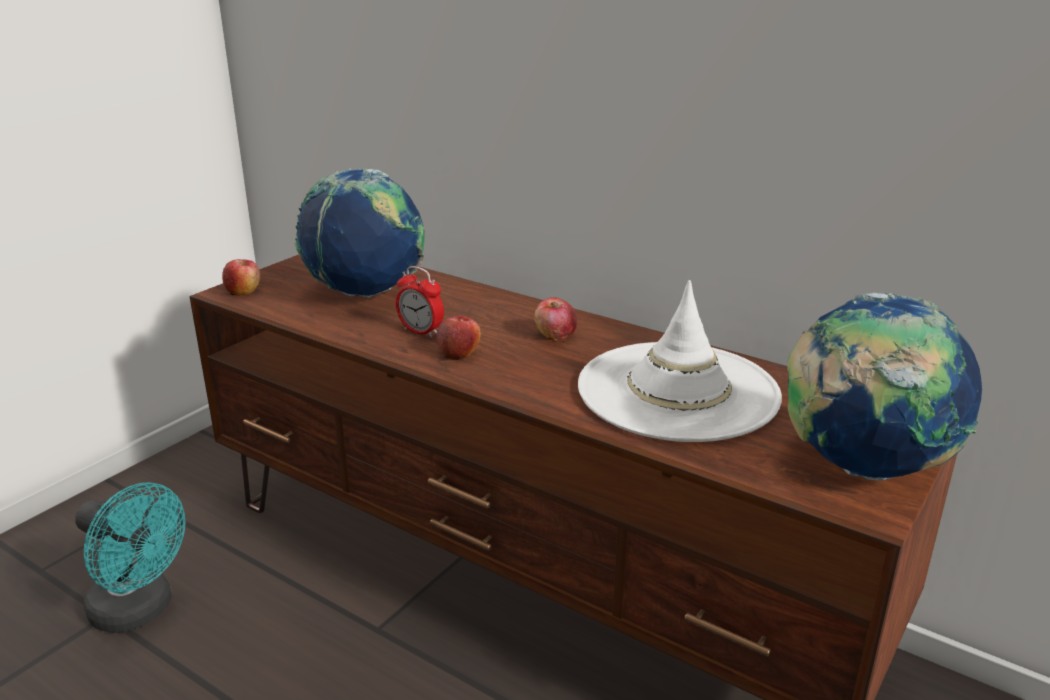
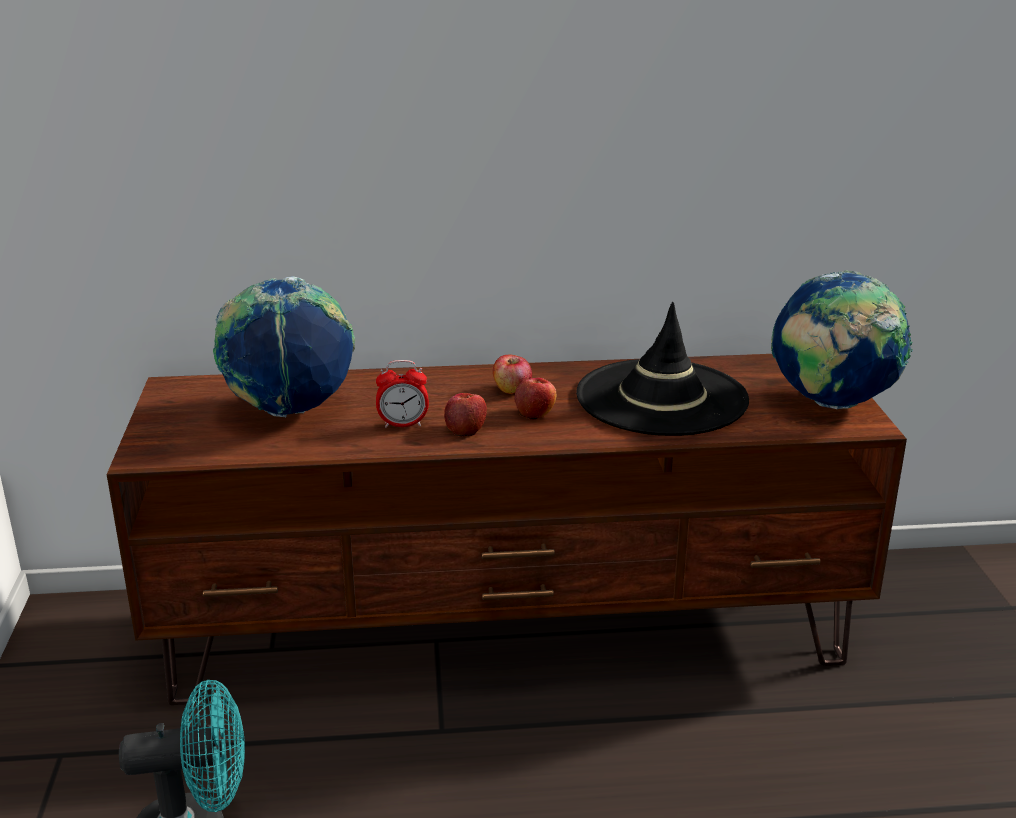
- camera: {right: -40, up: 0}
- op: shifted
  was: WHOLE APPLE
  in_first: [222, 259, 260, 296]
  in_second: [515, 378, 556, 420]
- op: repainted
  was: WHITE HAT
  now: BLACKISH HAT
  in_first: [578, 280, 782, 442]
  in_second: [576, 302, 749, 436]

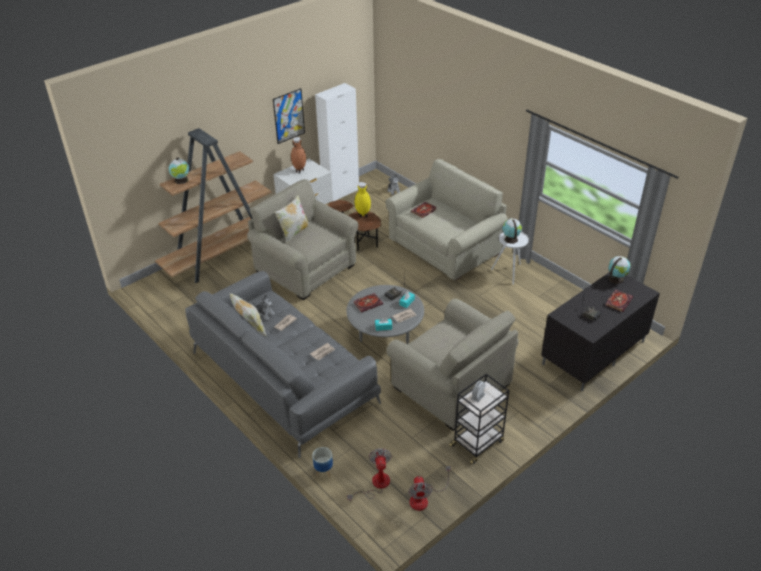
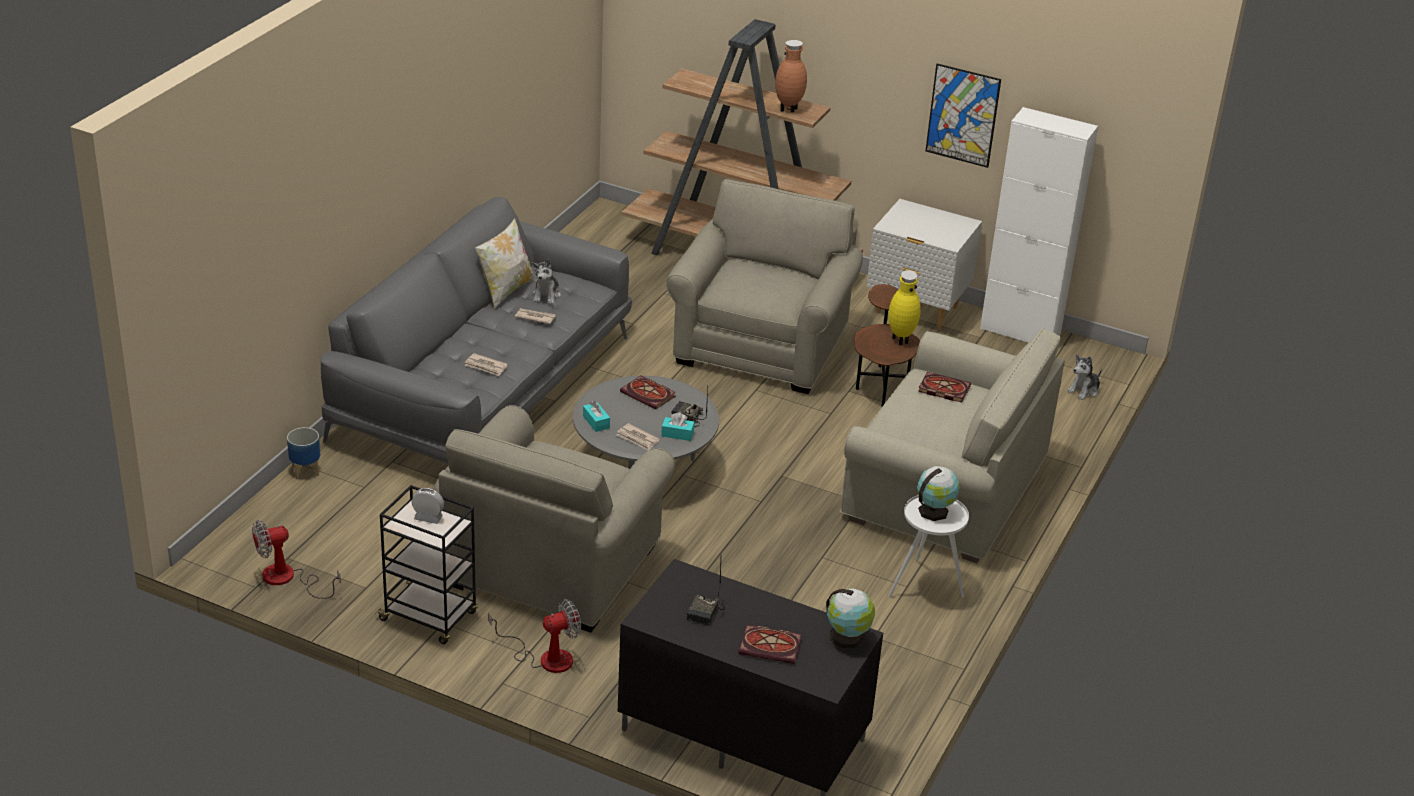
- camera: {right: 65, up: -5}
- op: shifted
  was: BROWN-COLOURED FLOWER VASE
  in_first: [291, 137, 306, 174]
  in_second: [775, 40, 807, 112]
- op: gone
  was: DESK GLOBE
  in_first: [169, 157, 189, 184]
- op: gone
  was: THROW PILLOW
  in_first: [275, 195, 310, 243]
- op: shifted
  was: COOLING FAN
  in_first: [347, 448, 392, 501]
  in_second: [488, 599, 581, 673]

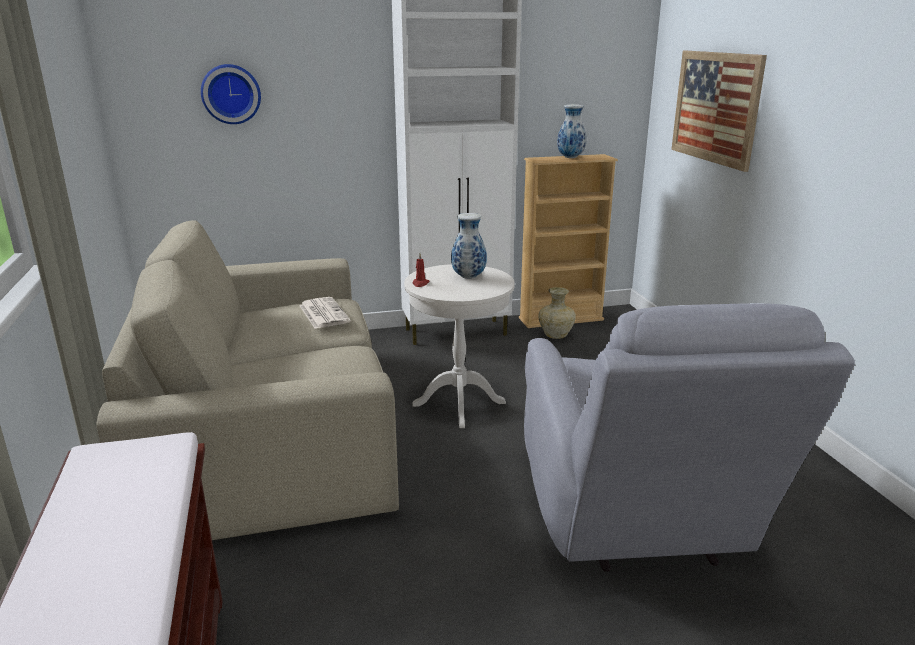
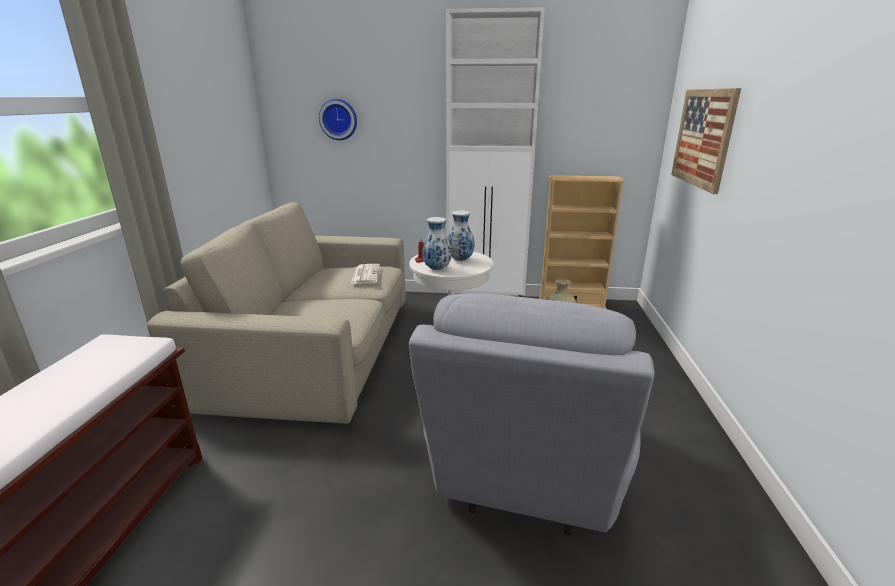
- camera: {right: 20, up: 0}
- op: shifted
  was: FLOWER VASE
  in_first: [557, 104, 586, 158]
  in_second: [422, 217, 452, 270]

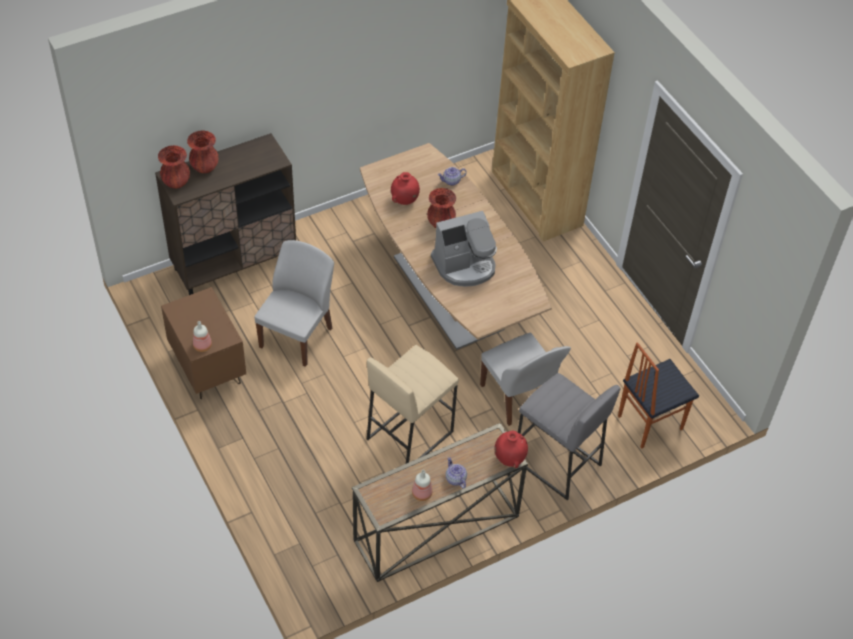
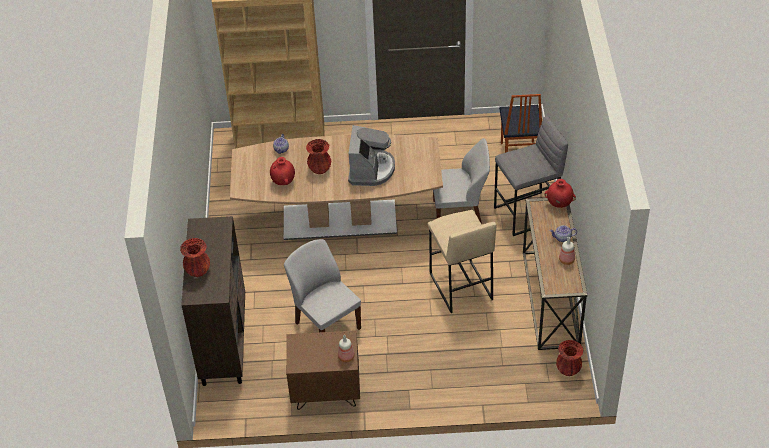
- camera: {right: -60, up: -5}
- op: shifted
  was: RED FLOWER VASE
  in_first: [158, 145, 190, 189]
  in_second: [556, 340, 584, 376]

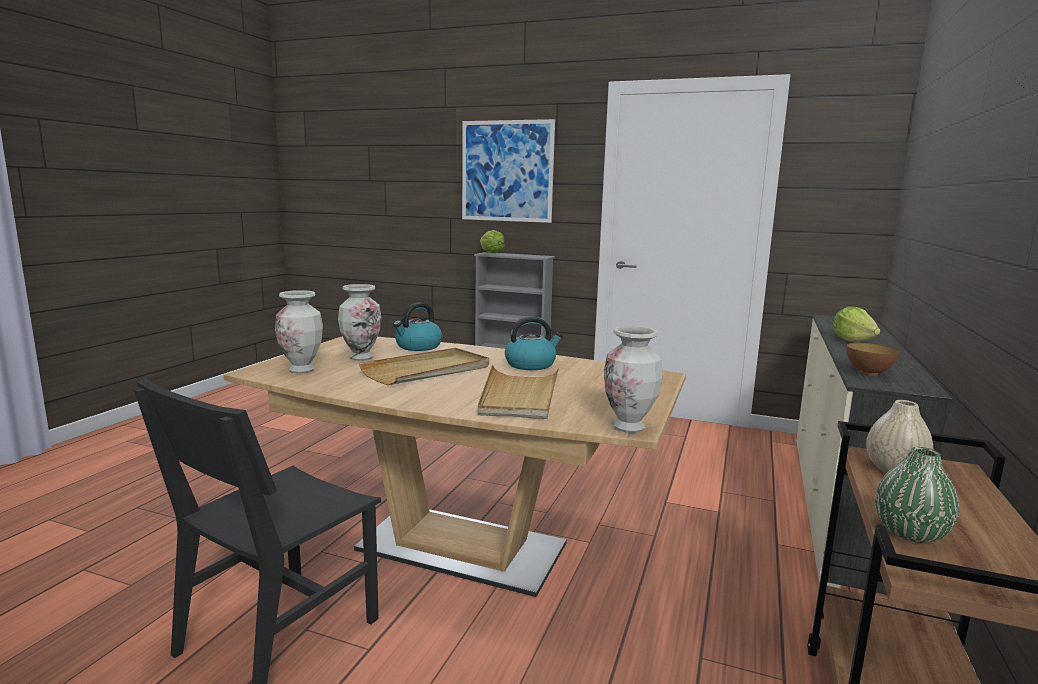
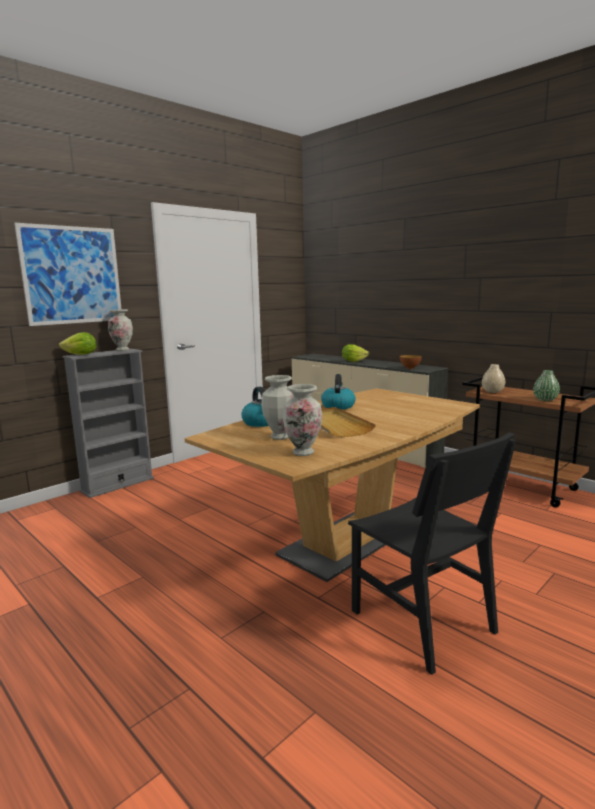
- camera: {right: -65, up: 0}
- op: shifted
  was: FLOWER VASE
  in_first: [604, 326, 663, 433]
  in_second: [108, 309, 133, 351]
- op: gone
  was: SAND-COLOURED CARRYING TRAY
  in_first: [478, 365, 559, 419]

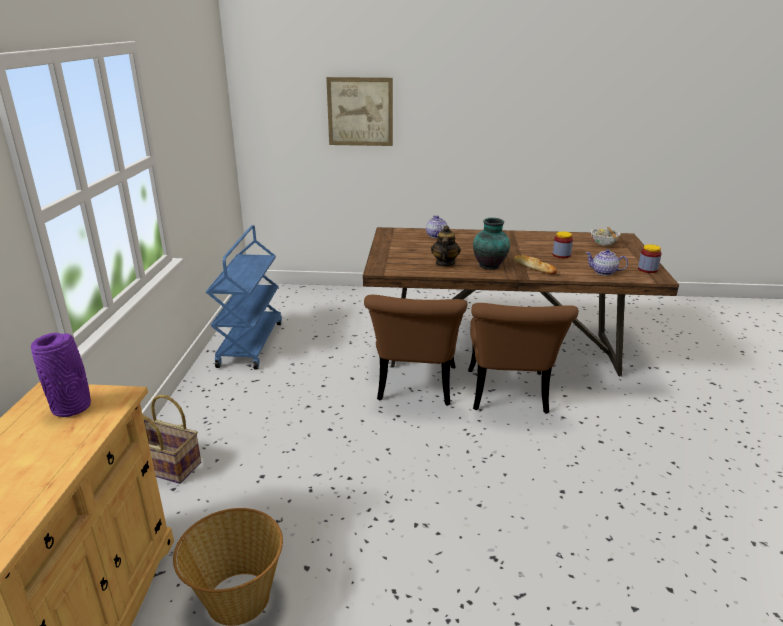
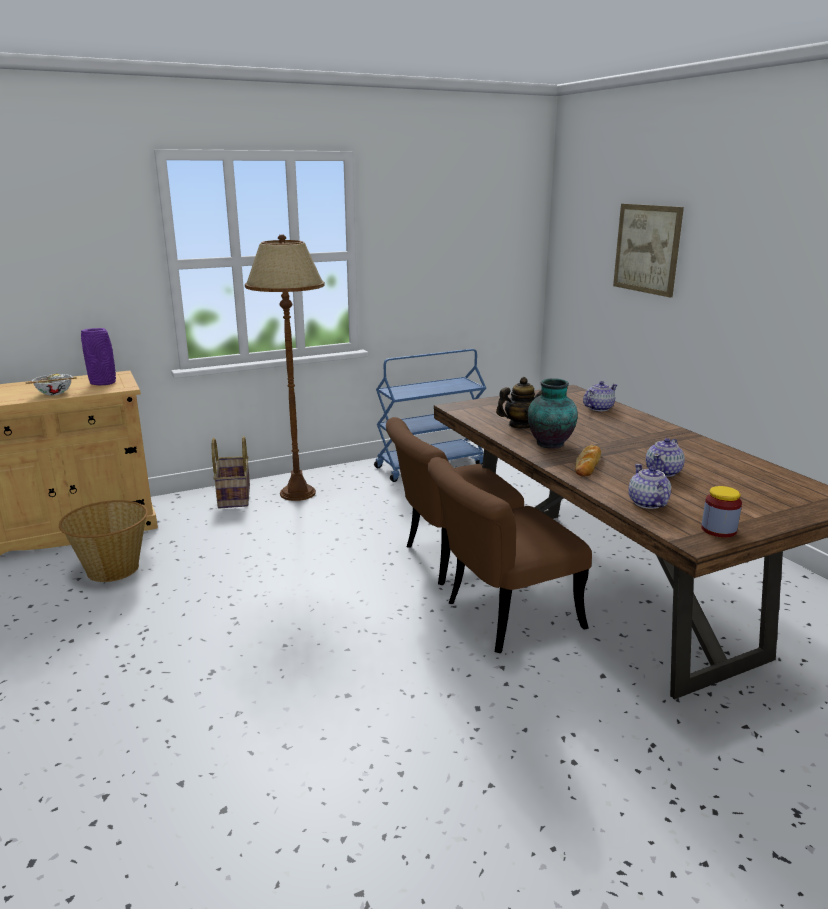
- camera: {right: 60, up: -5}
- op: shifted
  was: SERVING BOWL
  in_first: [590, 227, 621, 246]
  in_second: [26, 373, 77, 396]
- op: swapped
  was: PRESERVE JAR
  now: POT FOR TEA
  in_first: [553, 231, 573, 259]
  in_second: [646, 438, 685, 477]
- op: new
  now: BROWN-COLOURED STANDARD LAMP
  in_second: [245, 234, 325, 501]

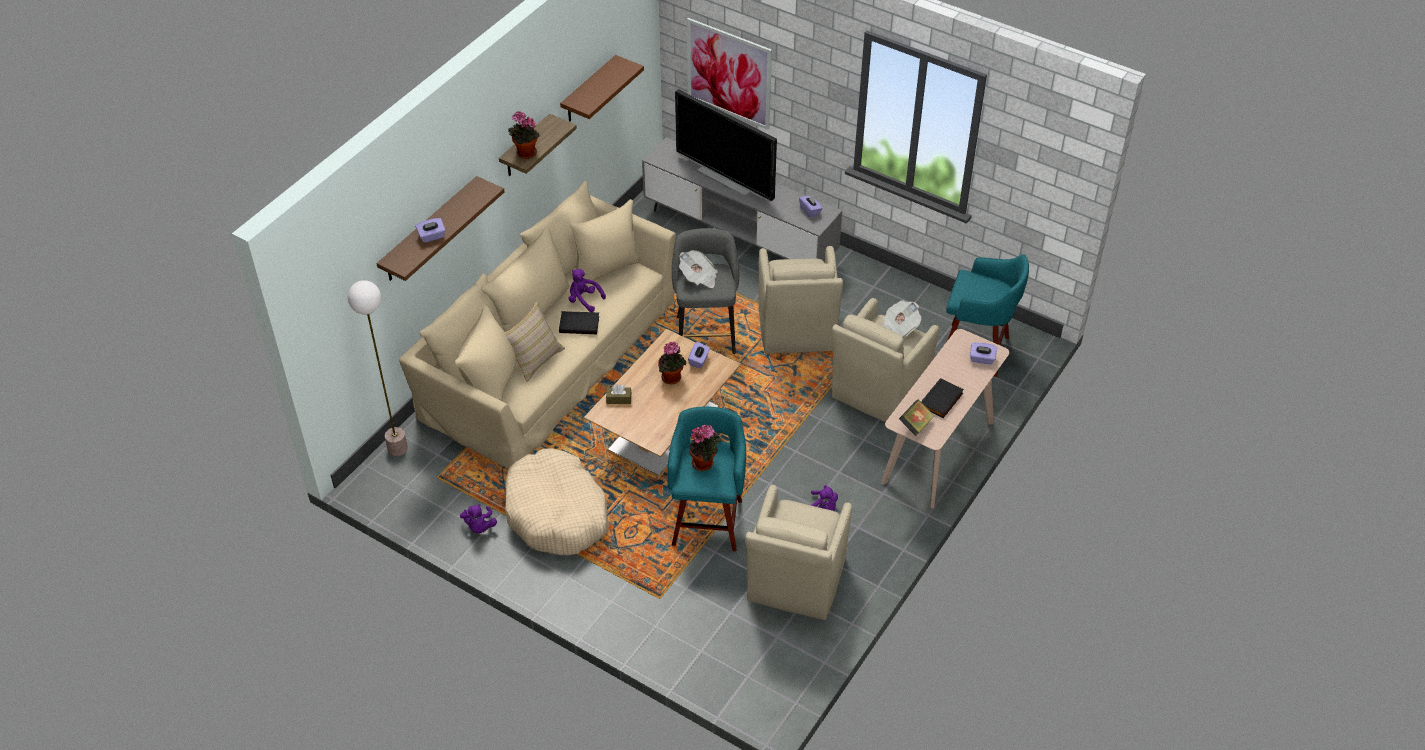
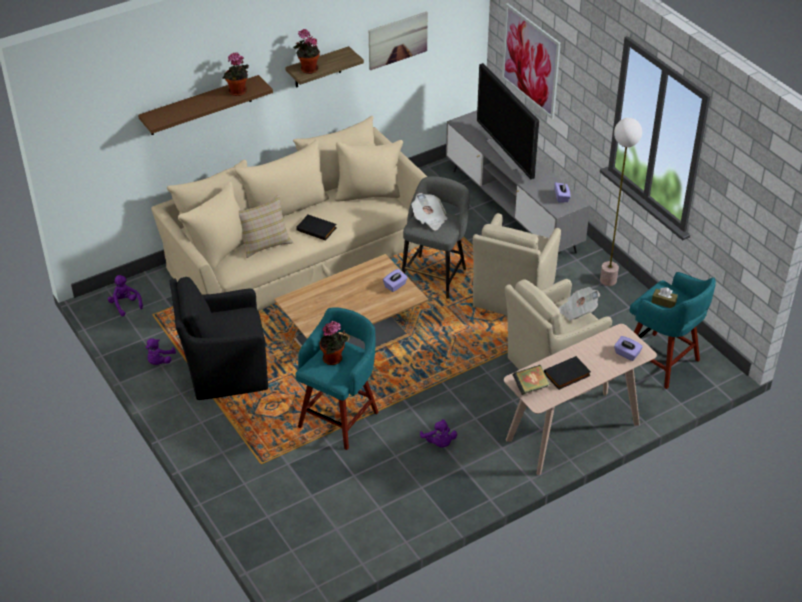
- camera: {right: 25, up: -5}
- op: swapped
  was: BROWN-COLOURED WALL SHELF
  now: PICTURE
  in_first: [560, 55, 644, 122]
  in_second: [369, 11, 428, 70]
- op: gone
  was: PURPLE-COLOURED BOX OF TISSUES
  in_first: [415, 218, 446, 243]
- op: shifted
  was: PURPLE-COLOURED SOFT TOY
  in_first: [569, 269, 606, 312]
  in_second: [108, 275, 143, 316]
- op: shifted
  was: STANDARD LAMP
  in_first: [348, 280, 408, 456]
  in_second: [600, 118, 642, 286]
- op: shifted
  was: HOUSEPLANT
  in_first: [658, 341, 686, 384]
  in_second: [222, 52, 249, 96]
- op: shifted
  was: BROWN-COLOURED BOX OF TISSUES
  in_first: [606, 384, 631, 404]
  in_second: [652, 287, 678, 308]
- op: swapped
  was: SAND-COLOURED PET BED
  now: BLACKISH ARMCHAIR
  in_first: [505, 448, 609, 556]
  in_second: [170, 277, 268, 400]
- op: gone
  was: SAND-COLOURED ARMCHAIR
  in_first: [745, 485, 852, 620]

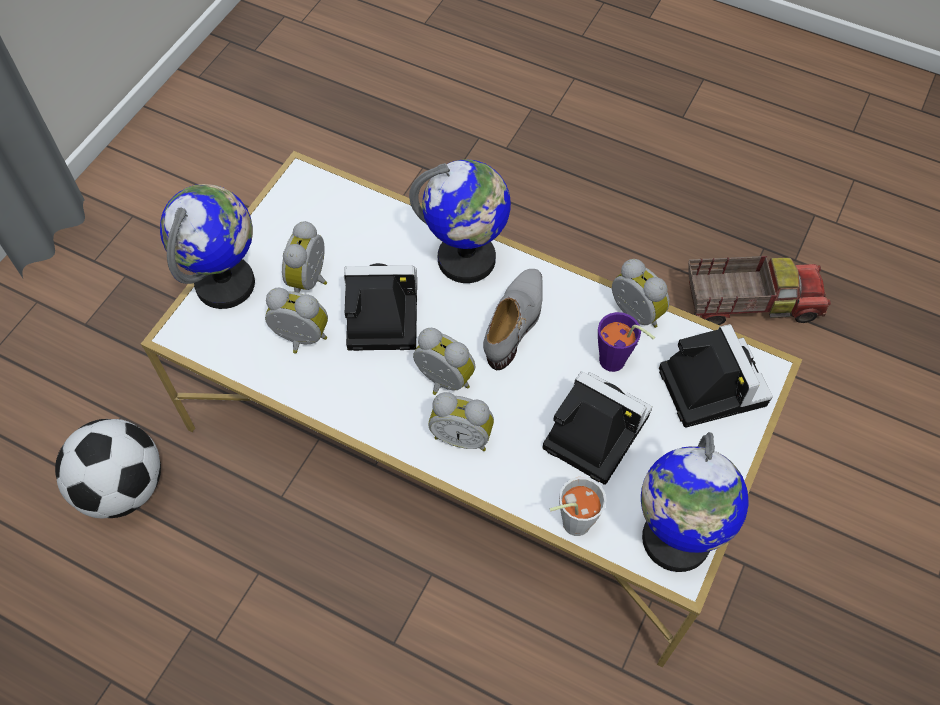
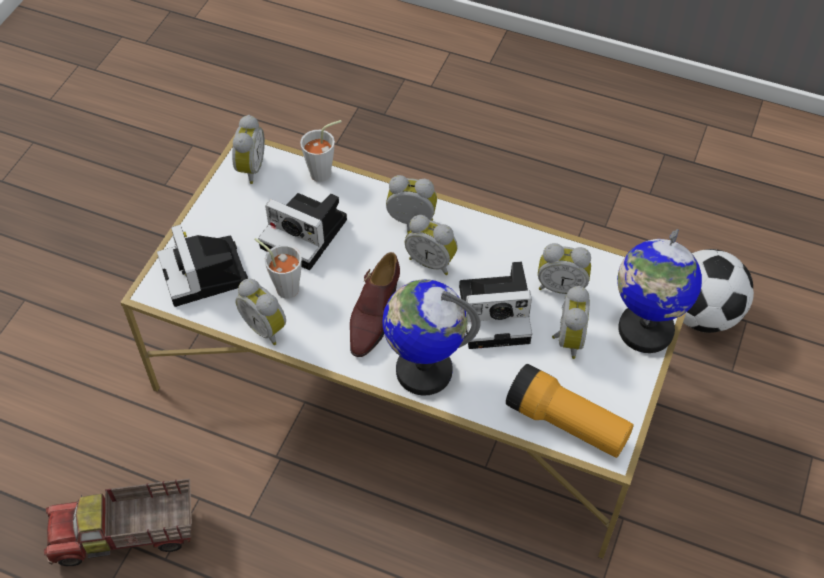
- camera: {right: 175, up: -5}
- op: repainted
  was: GREYISH LOW SHOE
  now: BROWN-COLOURED LOW SHOE
  in_first: [483, 269, 543, 370]
  in_second: [350, 252, 400, 357]
- op: repainted
  was: PURPLE-COLOURED SMALL CUP
  now: GREYISH SMALL CUP
  in_first: [598, 312, 655, 372]
  in_second: [254, 238, 302, 298]
- op: swapped
  was: DESK GLOBE
  now: BEDSIDE CLOCK
  in_first: [641, 432, 749, 572]
  in_second: [232, 115, 265, 184]
- op: new
  now: FLASHLIGHT
  in_second: [506, 364, 634, 458]

